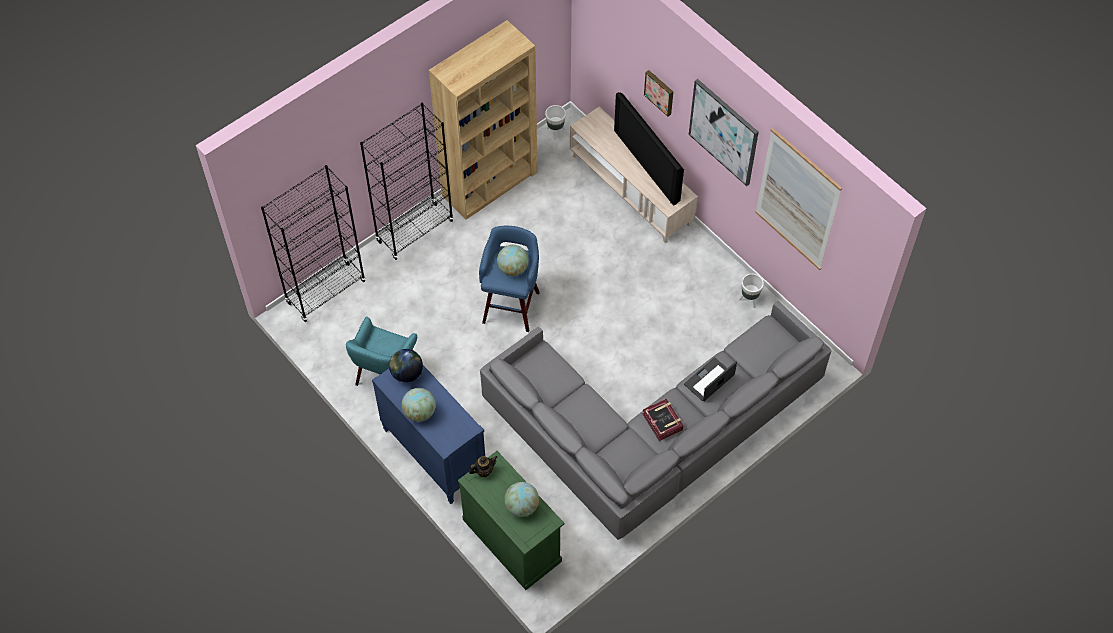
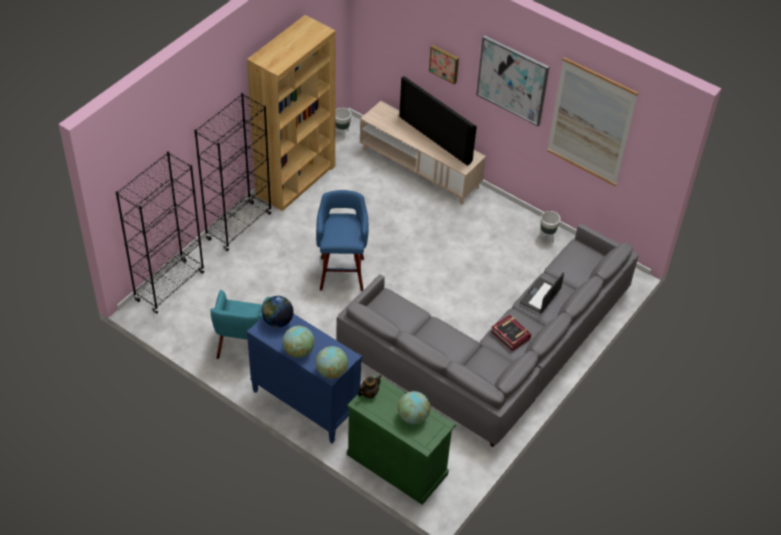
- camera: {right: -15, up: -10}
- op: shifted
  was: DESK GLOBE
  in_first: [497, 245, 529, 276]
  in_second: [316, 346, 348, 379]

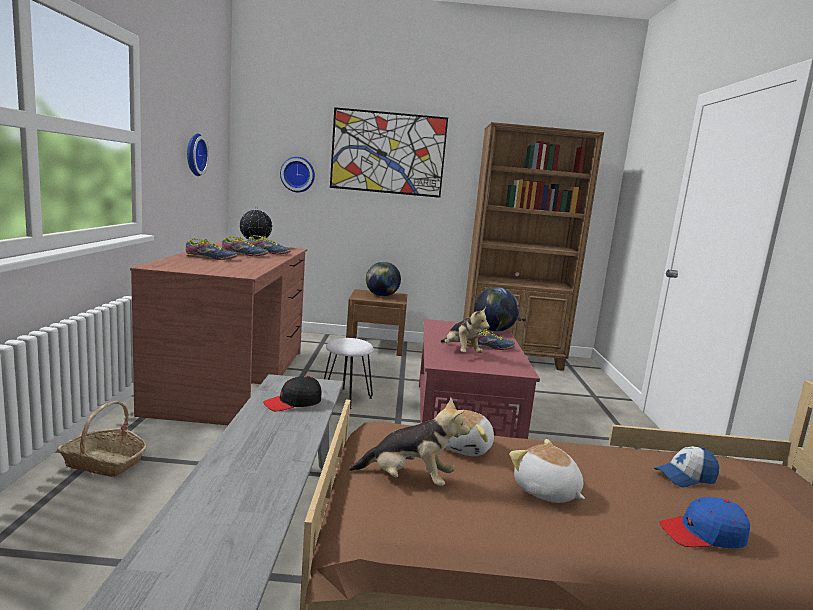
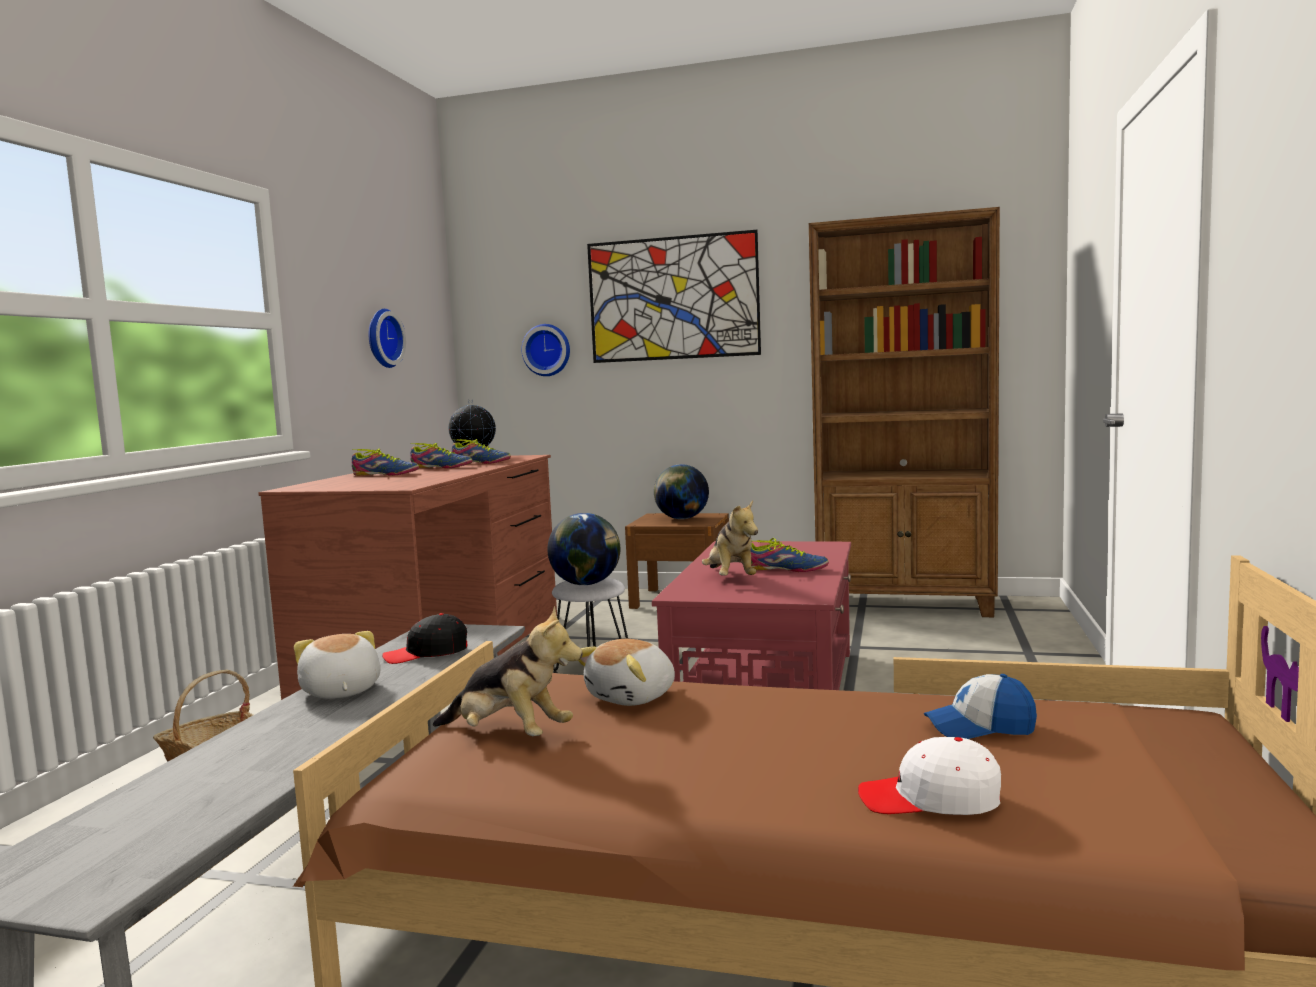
- camera: {right: 15, up: -5}
- op: shifted
  was: DESK GLOBE
  in_first: [474, 287, 519, 332]
  in_second: [547, 513, 620, 585]
- op: shifted
  was: SOFT TOY
  in_first: [509, 439, 585, 503]
  in_second: [294, 631, 381, 699]
- op: repainted
  was: BLUISH PEAKED CAP
  now: WHITE PEAKED CAP
  in_first: [659, 497, 750, 548]
  in_second: [858, 737, 1001, 815]

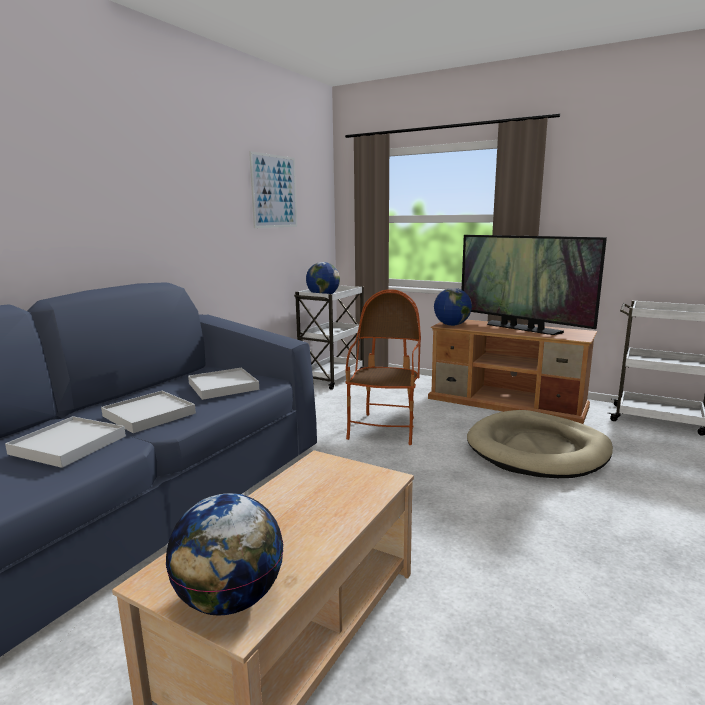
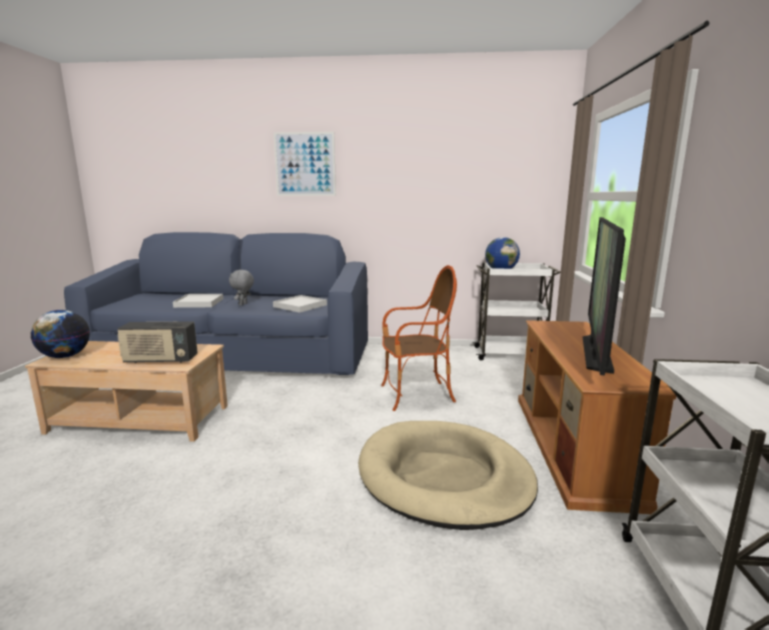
- camera: {right: 65, up: 0}
- op: shifted
  was: PICTURE
  in_first: [249, 151, 297, 228]
  in_second: [274, 132, 336, 196]
- op: gone
  was: DESK GLOBE
  in_first: [434, 288, 472, 326]
- op: swapped
  was: WHITE CARRYING TRAY
  now: GREYISH SOFT TOY
  in_first: [101, 391, 196, 433]
  in_second: [229, 270, 254, 306]
- op: new
  now: RADIO SET
  in_second: [117, 321, 198, 363]

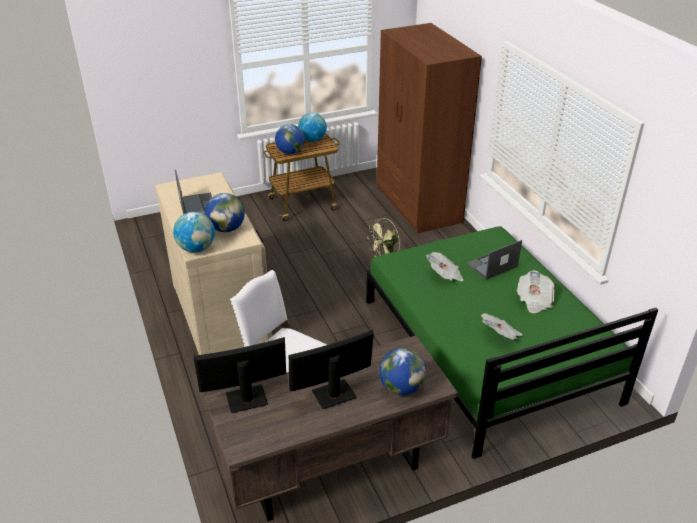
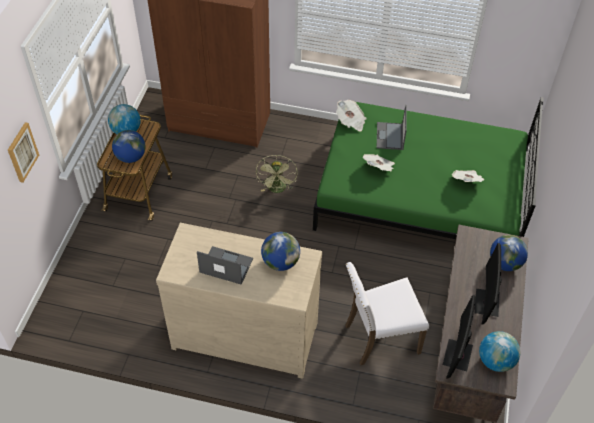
- camera: {right: -55, up: 15}
- op: shifted
  was: DESK GLOBE
  in_first: [173, 212, 215, 253]
  in_second: [479, 331, 520, 372]
- op: shifted
  was: DAILY PAPER
  in_first: [517, 270, 555, 314]
  in_second: [336, 100, 366, 132]
- op: new
  now: PICTURE
  in_second: [8, 122, 39, 183]

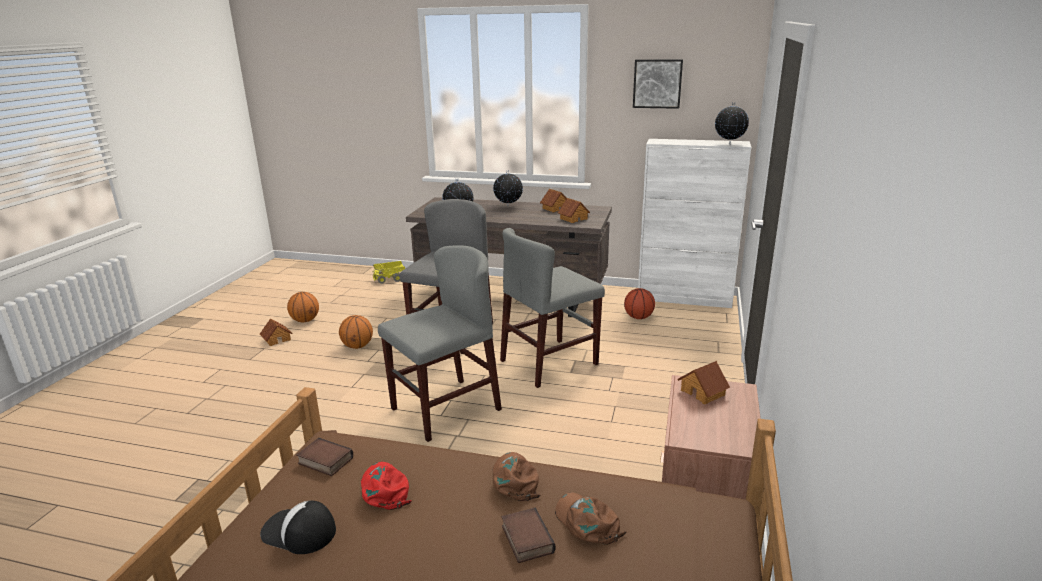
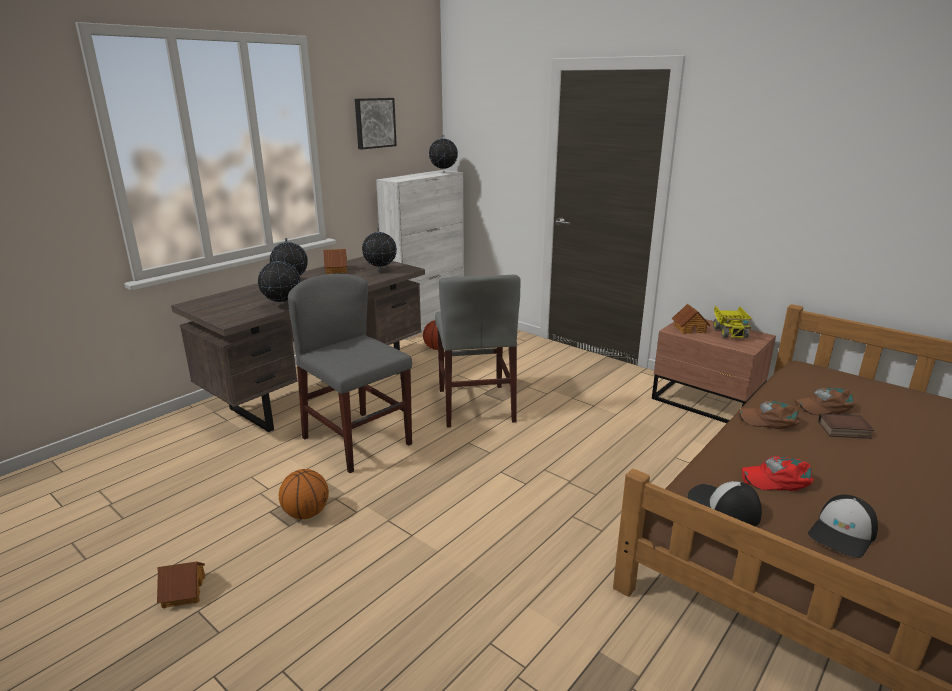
- camera: {right: -65, up: 0}
- op: swapped
  was: MODEL HOUSE
  now: DESK GLOBE
  in_first: [558, 198, 590, 223]
  in_second: [362, 229, 397, 271]
- op: gone
  was: GREYISH UPRIGHT CHAIR
  in_first: [378, 245, 502, 442]
- op: shifted
  was: TOY TRUCK
  in_first: [372, 261, 405, 284]
  in_second: [713, 306, 752, 339]
- op: gone
  was: BASKETBALL BALL
  in_first: [287, 292, 319, 323]
- op: swapped
  was: BOOK
  now: PEAKED CAP
  in_first: [296, 438, 353, 476]
  in_second: [687, 481, 762, 526]

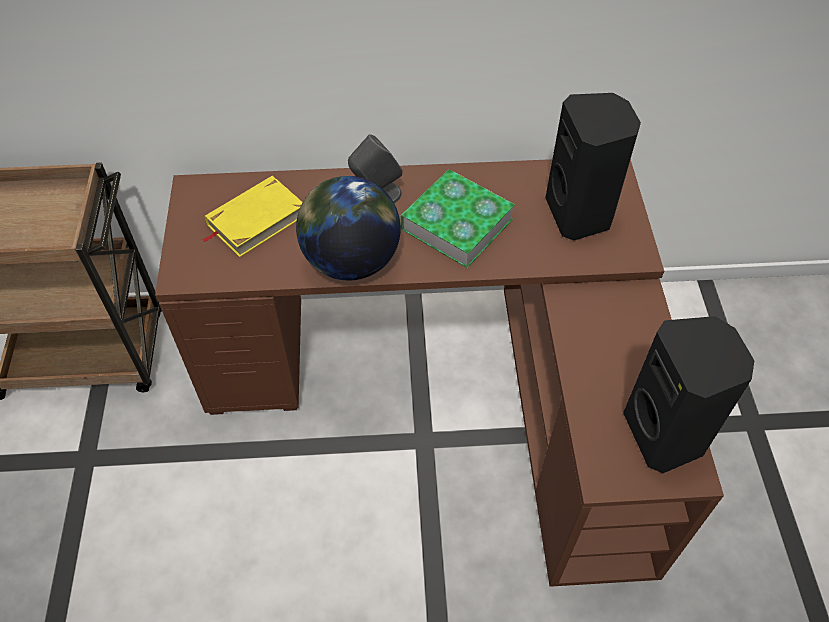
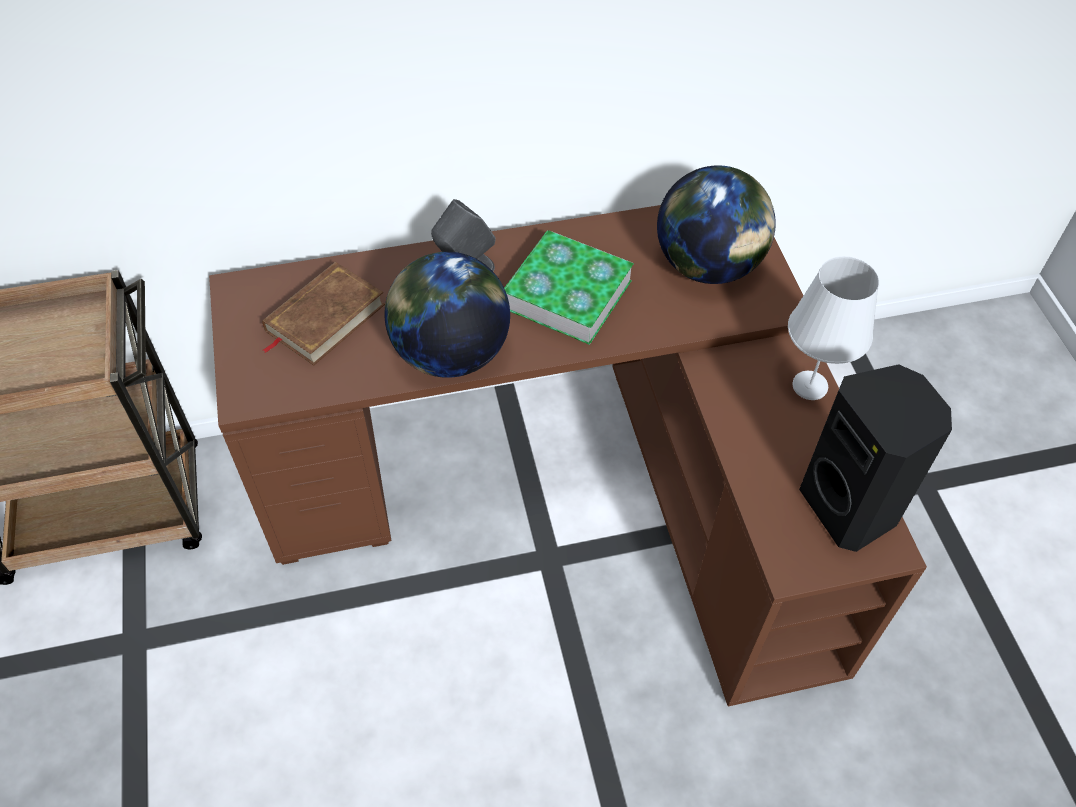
- camera: {right: -10, up: 0}
- op: swapped
  was: BLACKISH AUDIO SPEAKER
  now: DESK GLOBE
  in_first: [545, 93, 641, 241]
  in_second: [657, 165, 776, 284]
- op: repainted
  was: YELLOW BOOK
  now: BROWN-COLOURED BOOK
  in_first: [202, 176, 303, 257]
  in_second: [262, 262, 385, 366]
- op: new
  now: WHITE TABLE LAMP
  in_second: [788, 256, 879, 400]

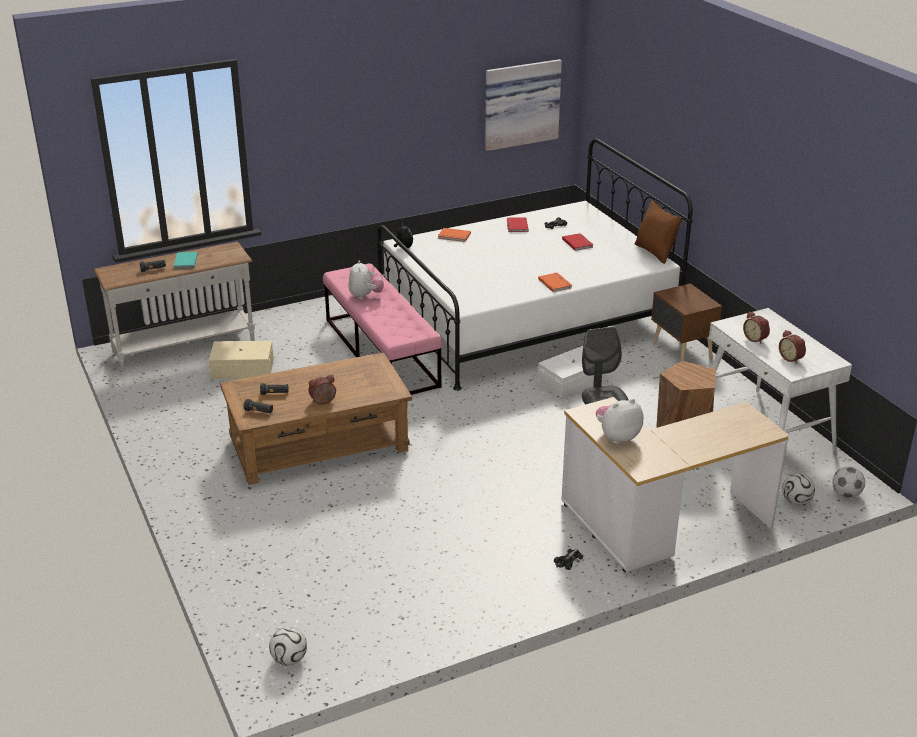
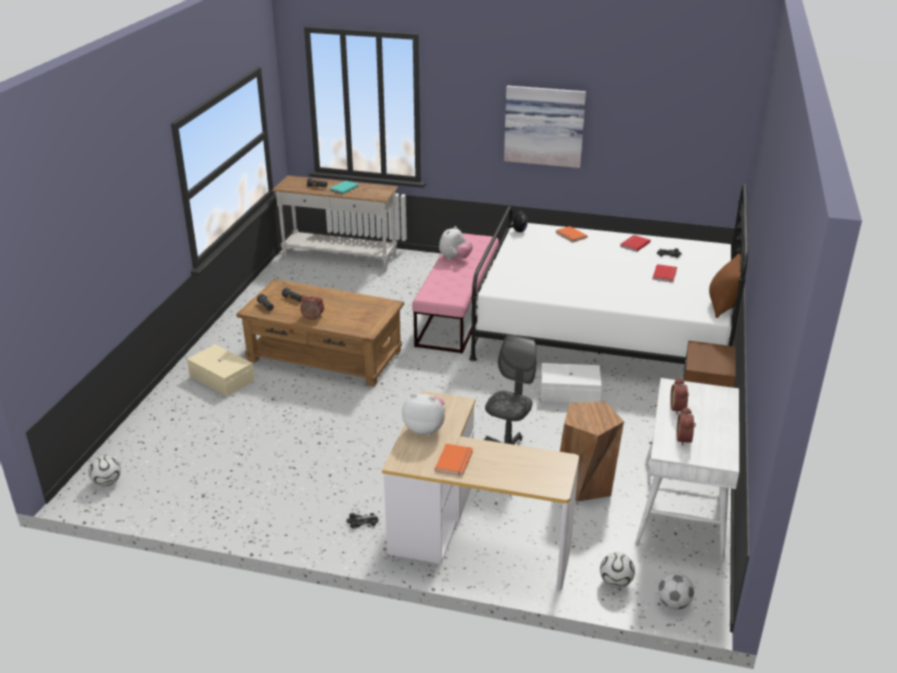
- camera: {right: 40, up: 0}
- op: shifted
  was: PICTURE
  in_first: [485, 59, 562, 151]
  in_second: [504, 85, 586, 168]
- op: shifted
  was: ORANGE BOOK
  in_first: [538, 272, 572, 292]
  in_second: [435, 444, 473, 476]
- op: shifted
  was: SAND-COLOURED STORAGE CONTAINER
  in_first: [209, 341, 274, 379]
  in_second: [187, 345, 255, 396]

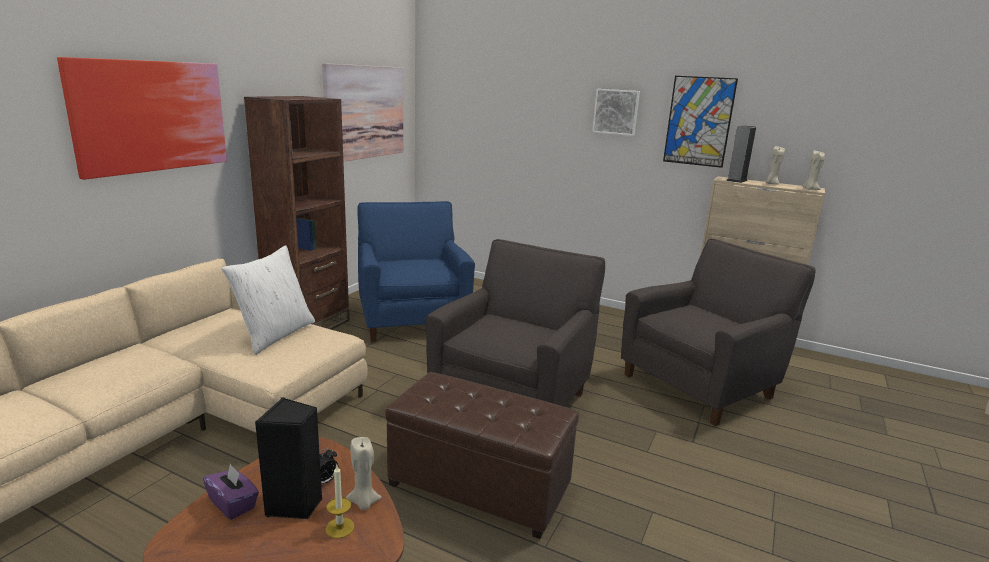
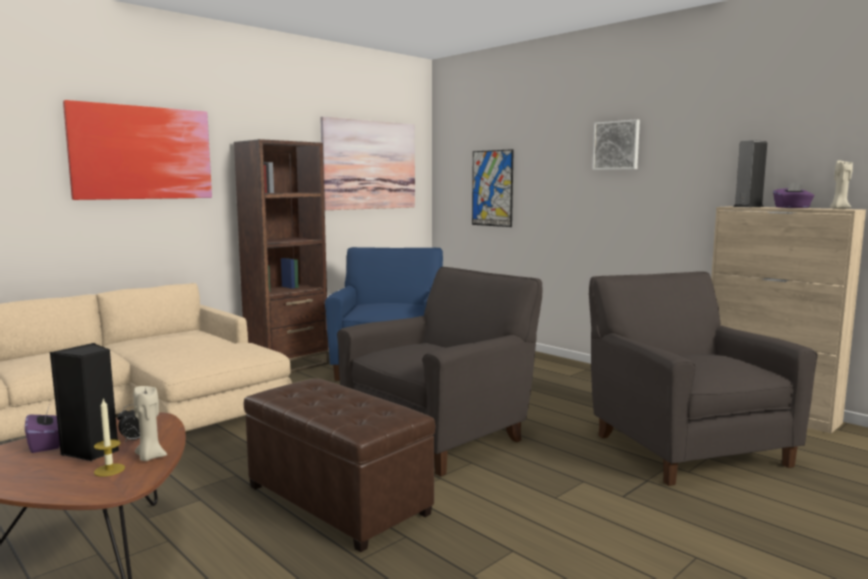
- camera: {right: 20, up: -10}
- op: shifted
  was: PICTURE
  in_first: [663, 76, 738, 168]
  in_second: [472, 149, 514, 227]
- op: swapped
  was: SAND-COLOURED WAX LIGHT
  now: PURPLE-COLOURED BOX OF TISSUES
  in_first: [766, 146, 785, 184]
  in_second: [773, 182, 814, 208]
- op: rotated
  was: GREYISH ARMCHAIR
  in_first: [621, 239, 816, 426]
  in_second: [589, 271, 818, 486]
  clockwise: -90
- op: gone
  was: WHITE THROW PILLOW
  in_first: [222, 245, 315, 355]

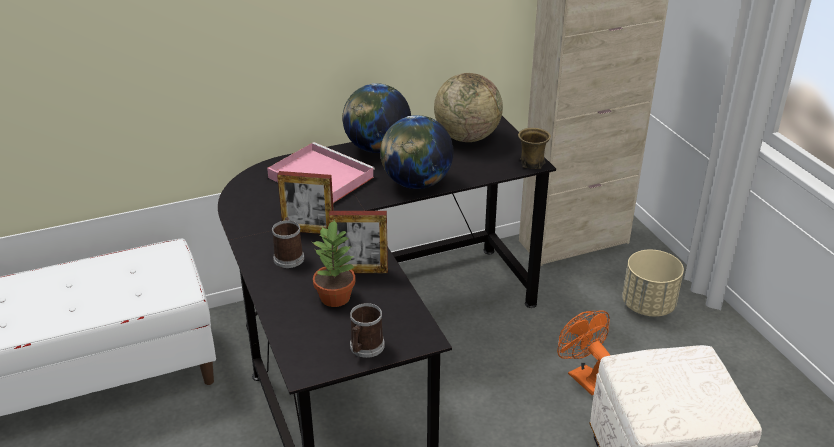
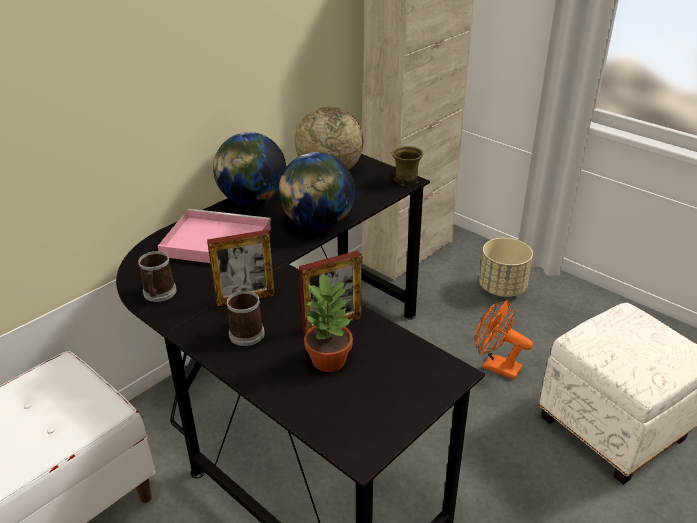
- camera: {right: -25, up: 0}
- op: shifted
  was: COFFEE MUG
  in_first: [350, 303, 385, 358]
  in_second: [138, 251, 177, 302]

